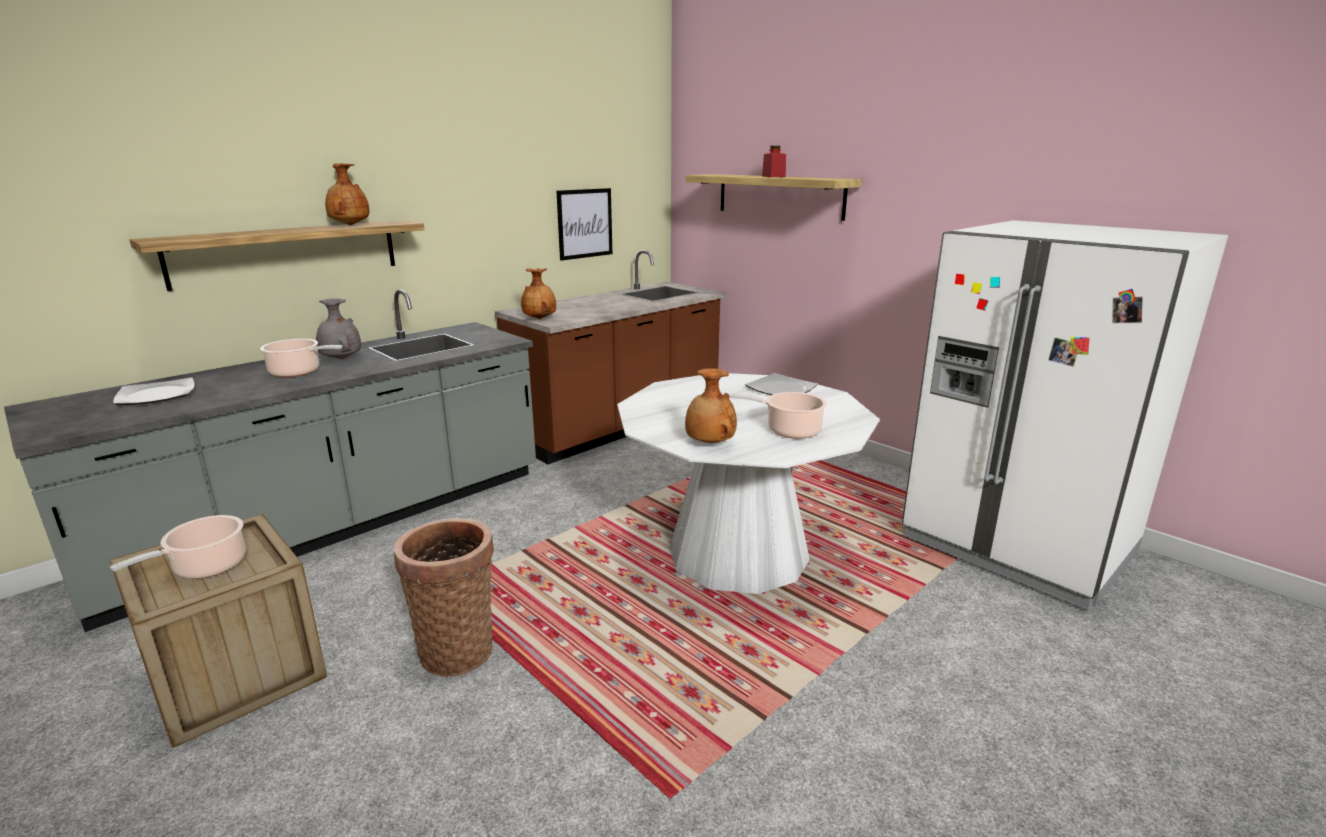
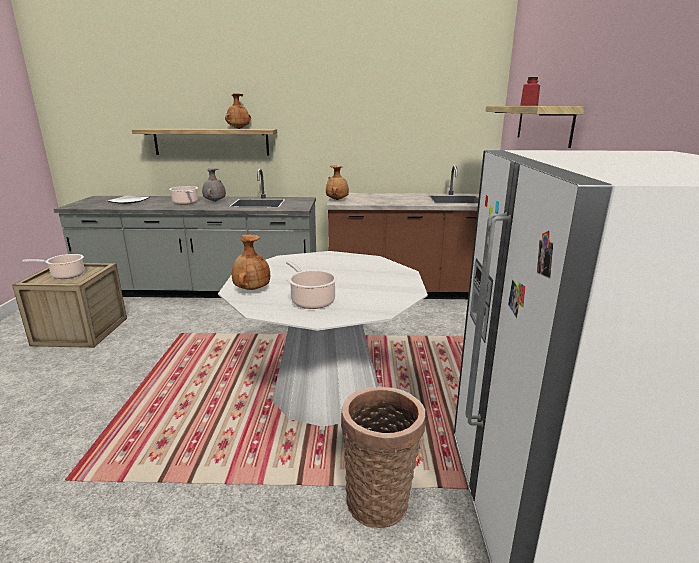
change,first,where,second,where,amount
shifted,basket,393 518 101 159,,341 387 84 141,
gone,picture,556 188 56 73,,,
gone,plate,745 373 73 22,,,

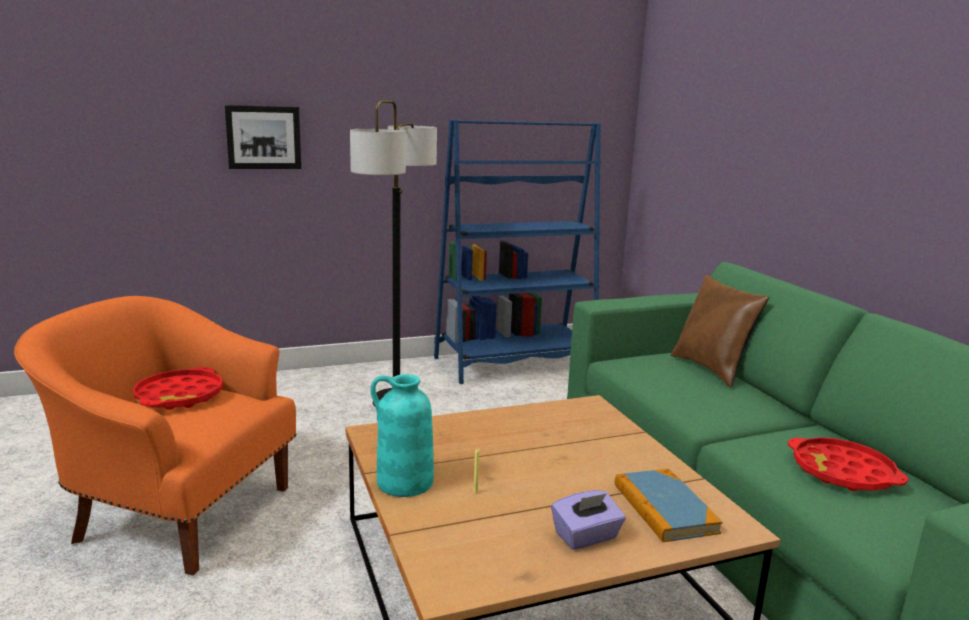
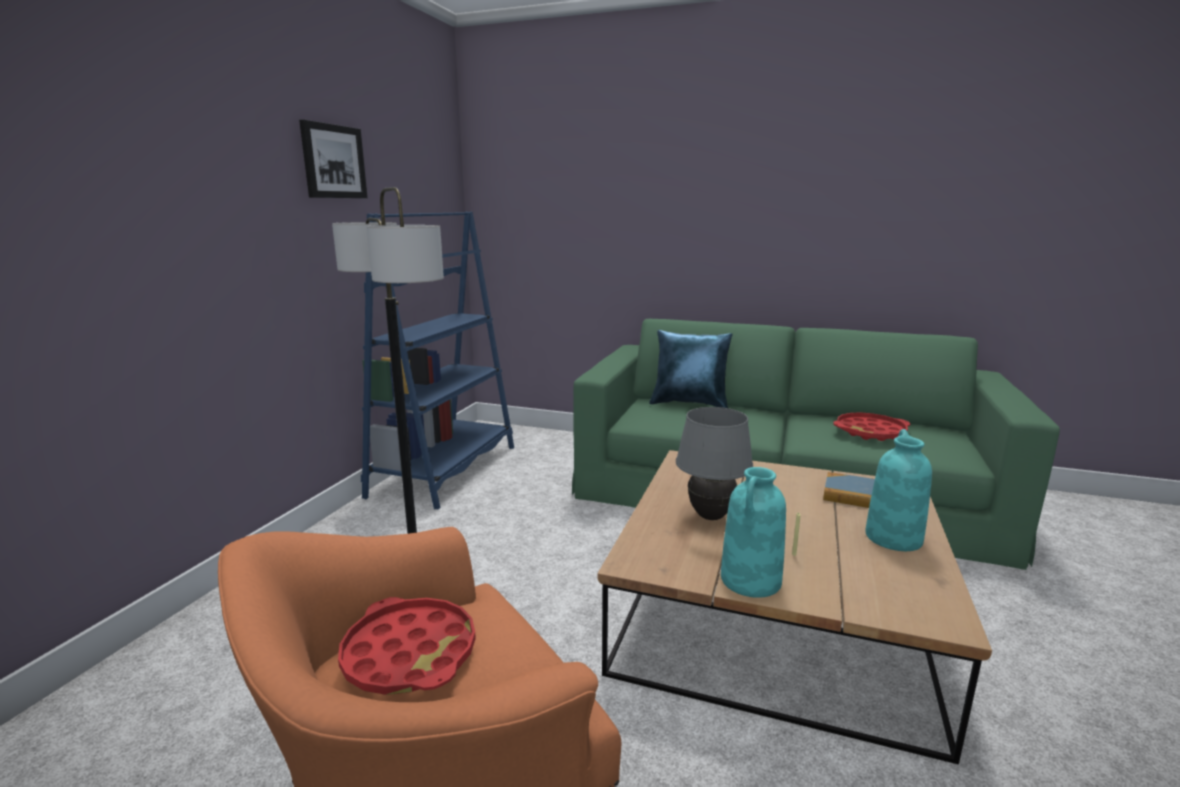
change,first,where,second,where,amount
shifted,picture,224 105 77 64,,299 120 69 78,
swapped,tissue box (purple),551 490 75 60,vase (turquoise),865 429 67 122,
repainted,pillow (brown),670 275 99 113,pillow (blue),649 330 83 78,
new,,,table lamp (grey),676 407 77 113,

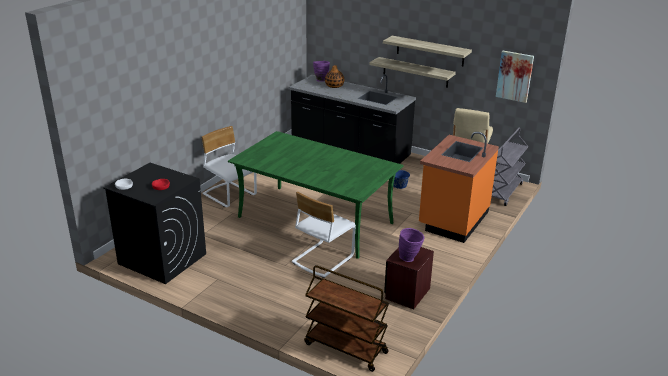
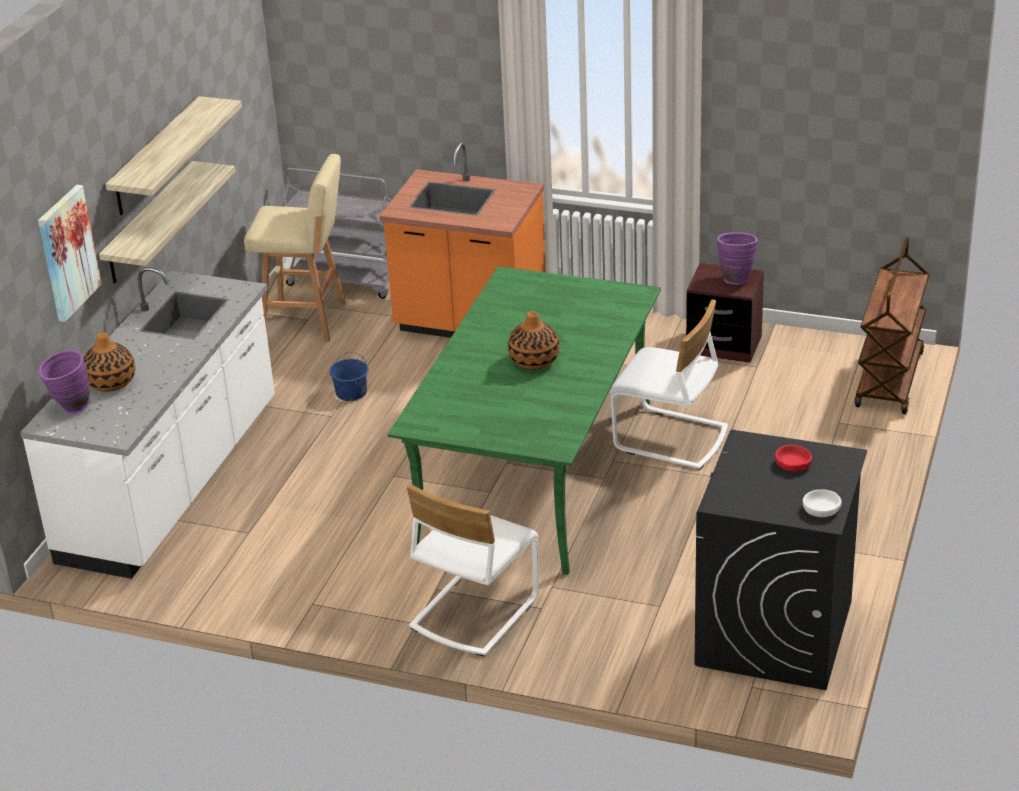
change,first,where,second,where,amount
repainted,counter (black),289 74 127 90,counter (white),20 267 255 312,
shifted,picture,496 51 38 52,,38 185 64 137,
new,,,vase,508 311 51 59,

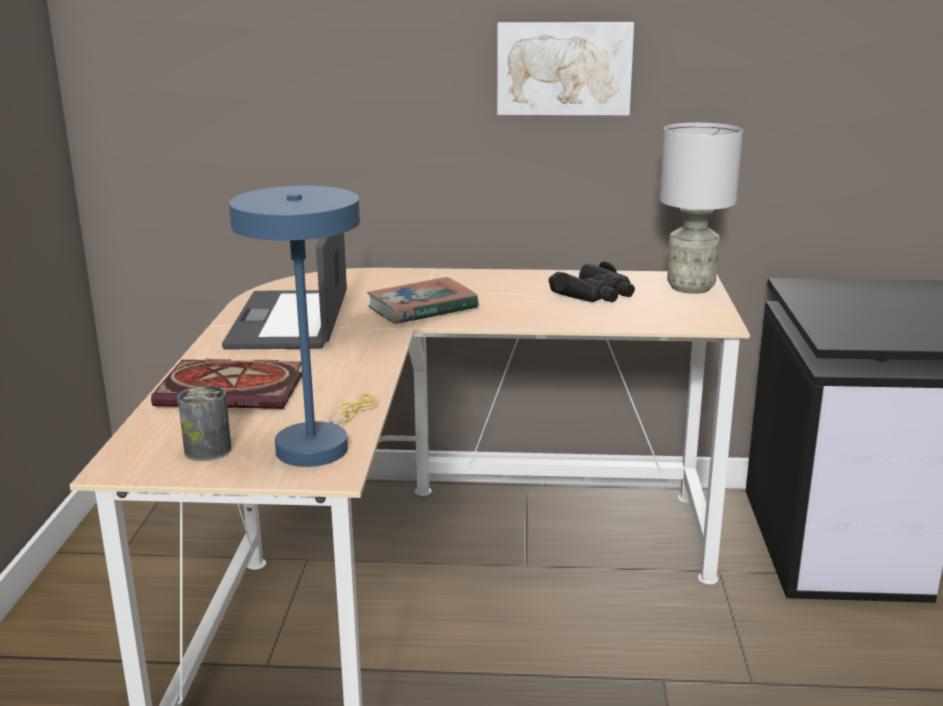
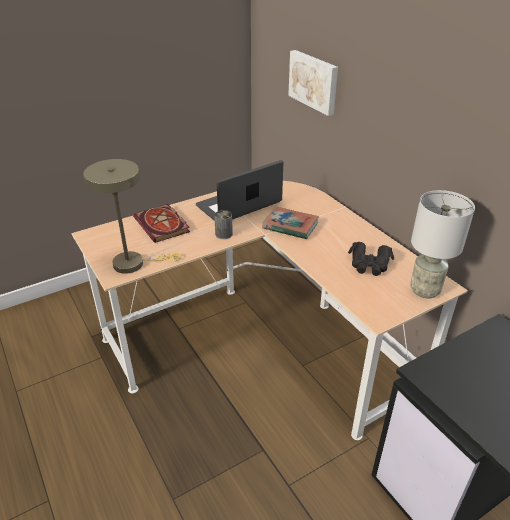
change,first,where,second,where,amount
shifted,can,178 385 54 76,,214 210 19 29,
repainted,table lamp (blue),229 186 149 281,table lamp (beige),83 159 98 115,
shifted,picture,497 22 137 93,,288 50 50 66,

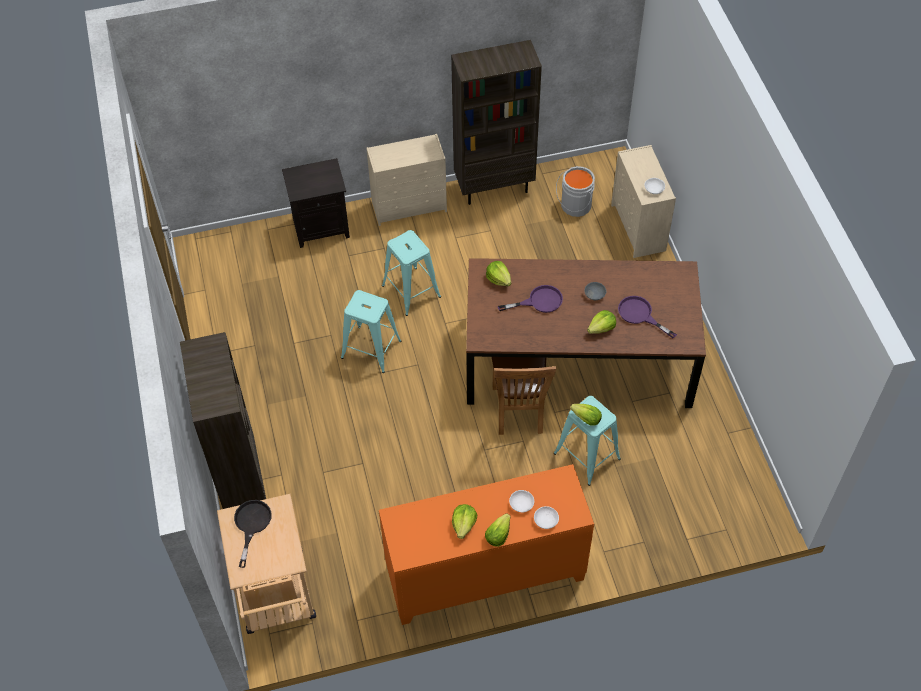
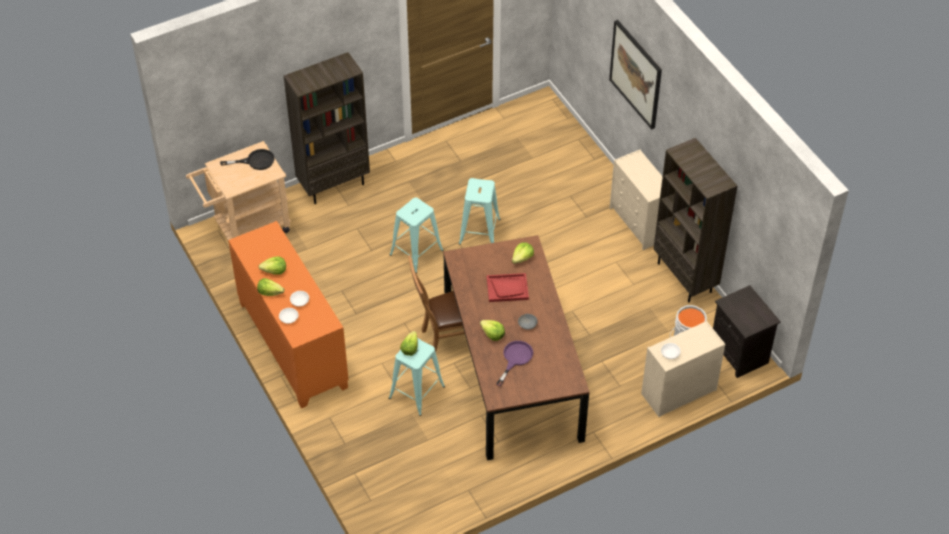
change,first,where,second,where,amount
shifted,nightstand (black),282 158 68 90,,713 285 68 93,
shifted,stool (turquoise),382 230 59 86,,390 197 53 76,
swapped,frying pan (purple),498 285 65 28,tray (red),487 273 42 29,
new,,,picture,609 20 53 109,

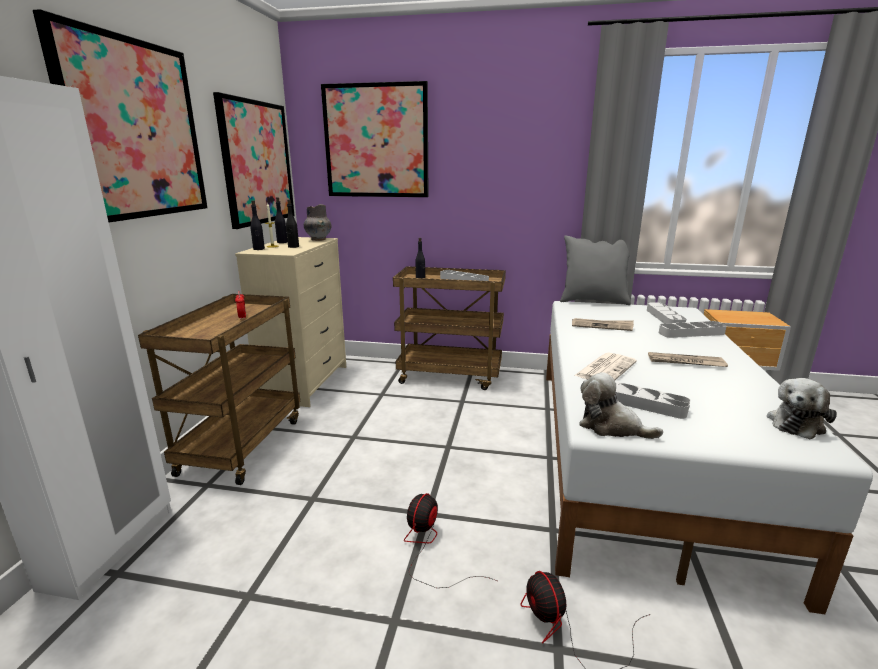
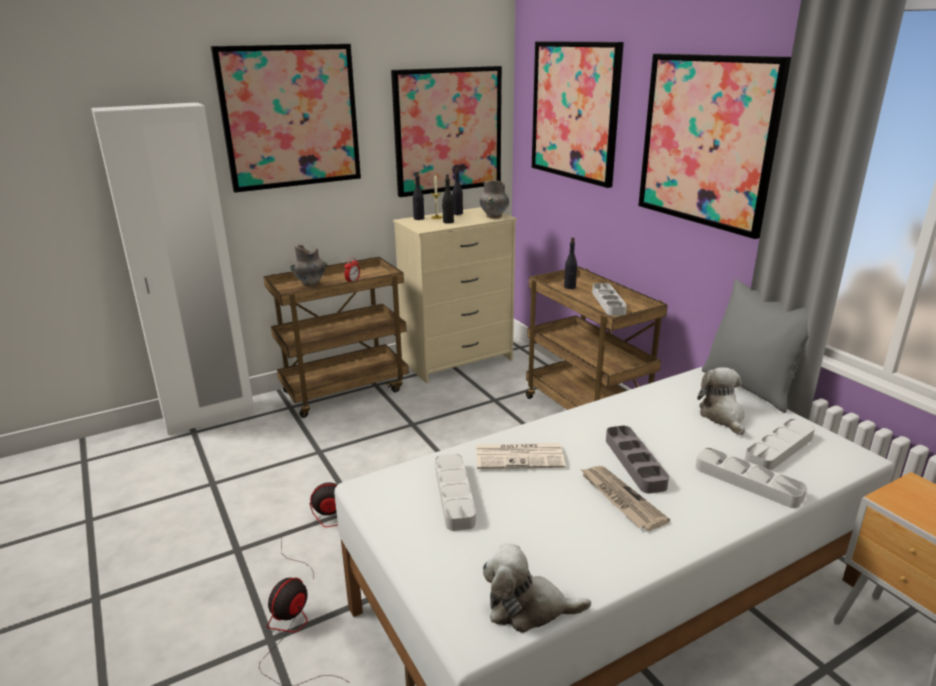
change,first,where,second,where,amount
gone,newspaper,572 318 62 13,,,
shifted,plush toy,580 372 83 67,,697 367 48 69,
new,,,vase (grey),290 245 38 42,
new,,,tray (grey),606 426 63 67,
new,,,picture,638 54 153 185,

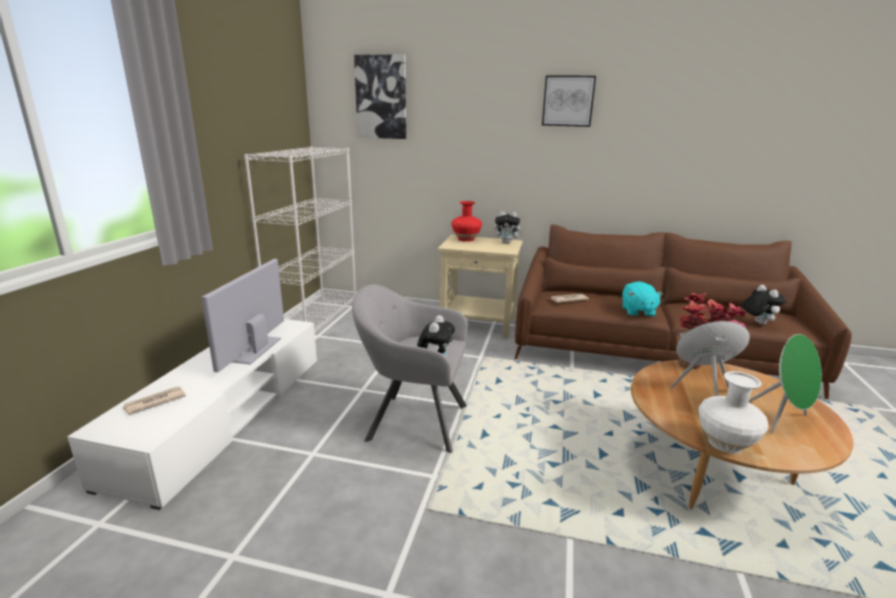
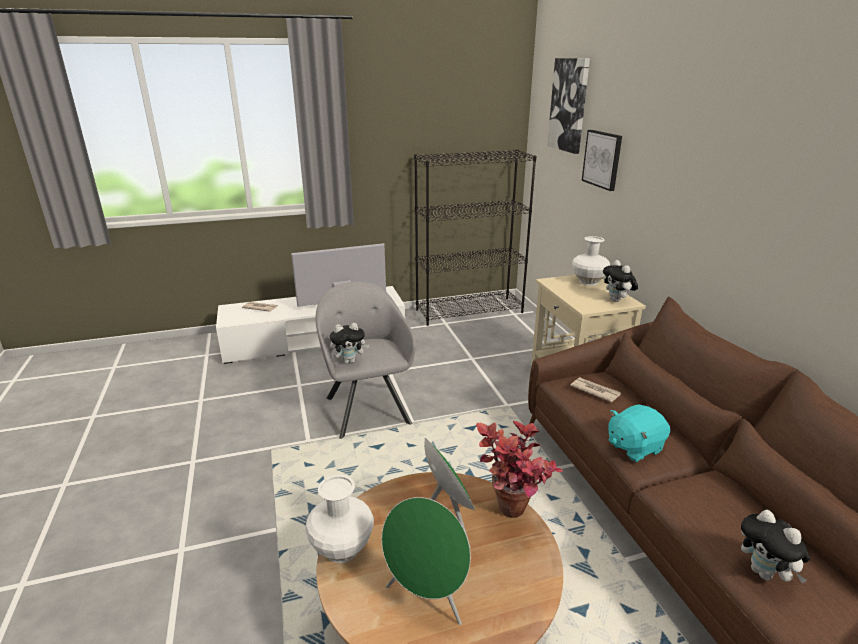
change,first,where,second,where,amount
repainted,bookcase (white),244 146 112 186,bookcase (black),414 150 122 176,
repainted,vase (red),451 201 31 41,vase (white),572 236 38 49,
shifted,picture,542 75 54 52,,582 130 40 61,
rotated,plush toy,742 285 44 40,,741 510 69 73,105 degrees clockwise

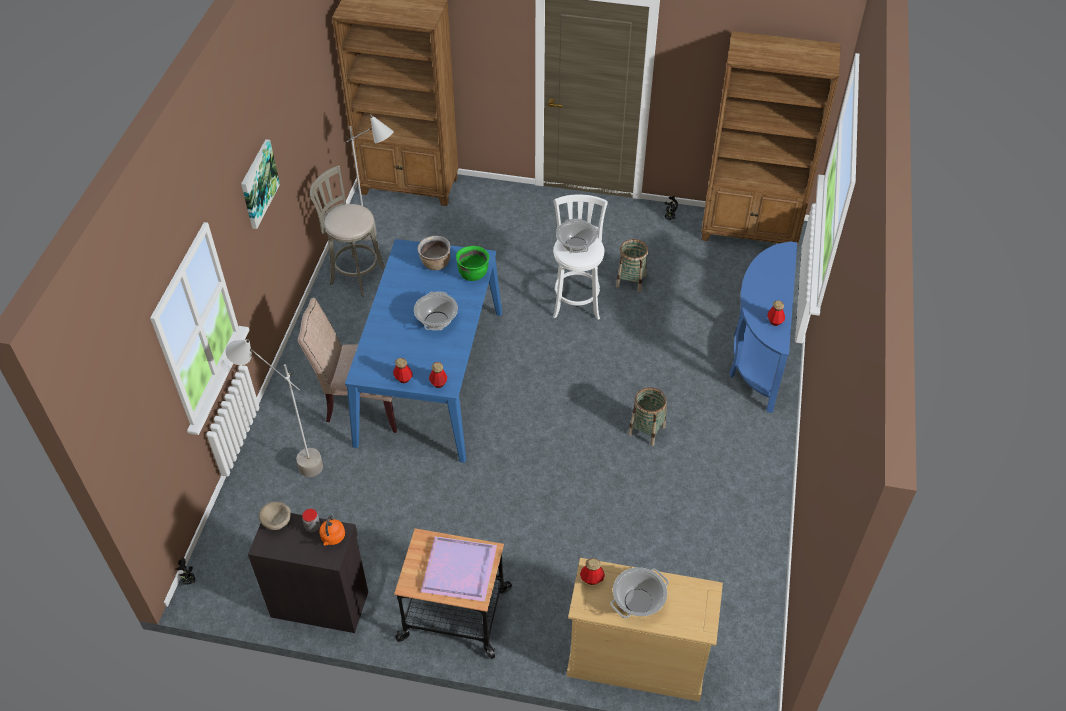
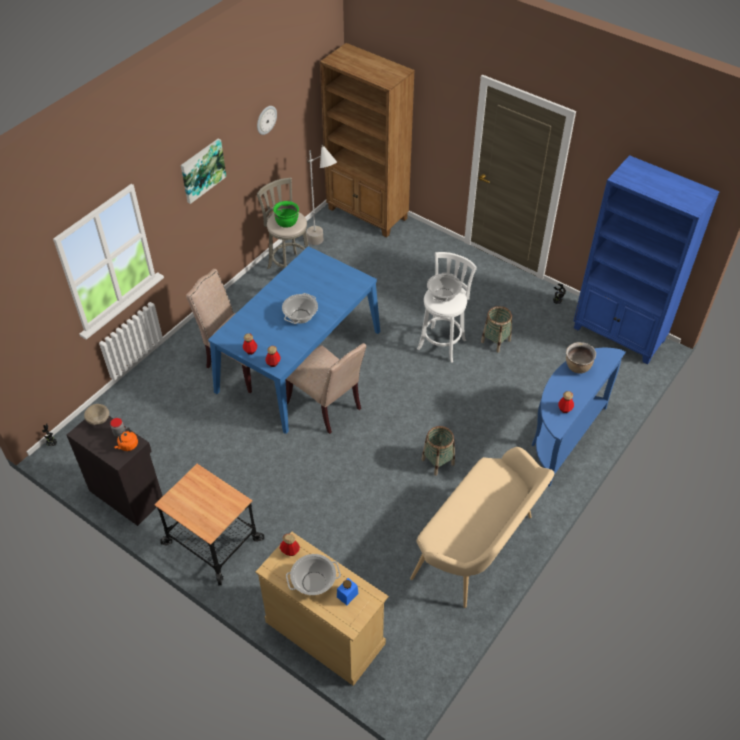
change,first,where,second,where,amount
gone,floor lamp (grey),225 339 98 138,,,
shifted,cooking pot (brown),417 236 34 34,,566 342 30 32,
gone,tray (purple),421 536 76 66,,,
shifted,cooking pot (green),456 246 33 35,,273 201 26 27,
repainted,bookcase (brown),701 31 140 215,bookcase (blue),573 155 147 209,
new,,,wall clock,257 106 20 29,
new,,,chair (beige),286 343 81 91,
new,,,jar (blue),337 578 22 27,
new,,,bench (beige),410 447 144 161,

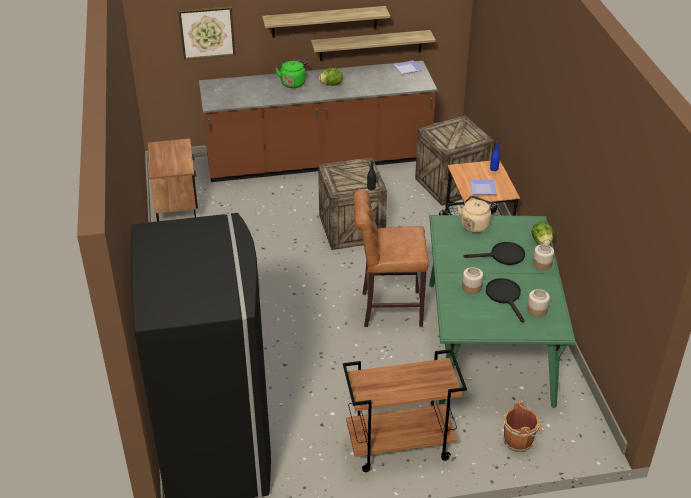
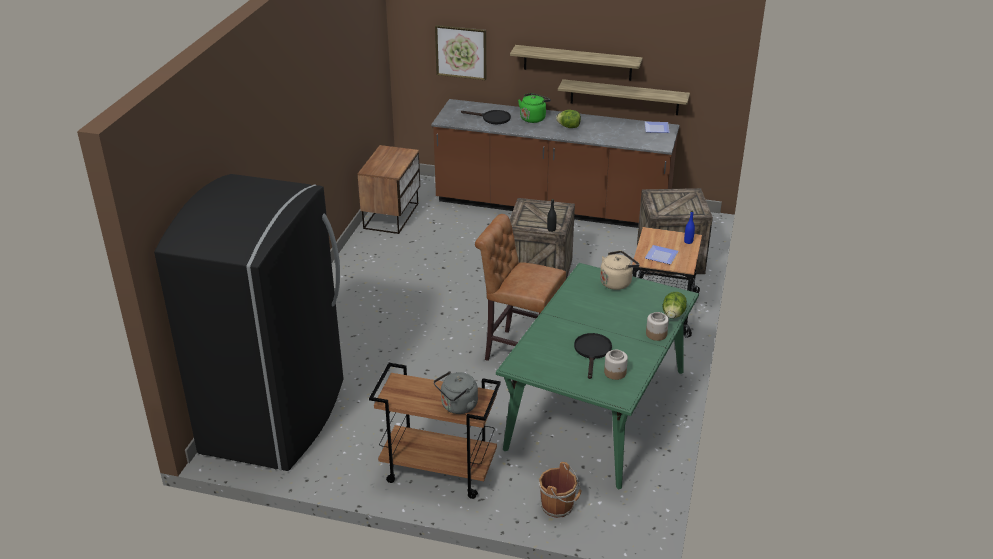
change,first,where,second,where,amount
gone,jar,462 267 21 27,,,
shifted,frying pan (black),464 242 61 23,,461 110 50 14,
new,,,kettle (grey),434 371 44 43,

